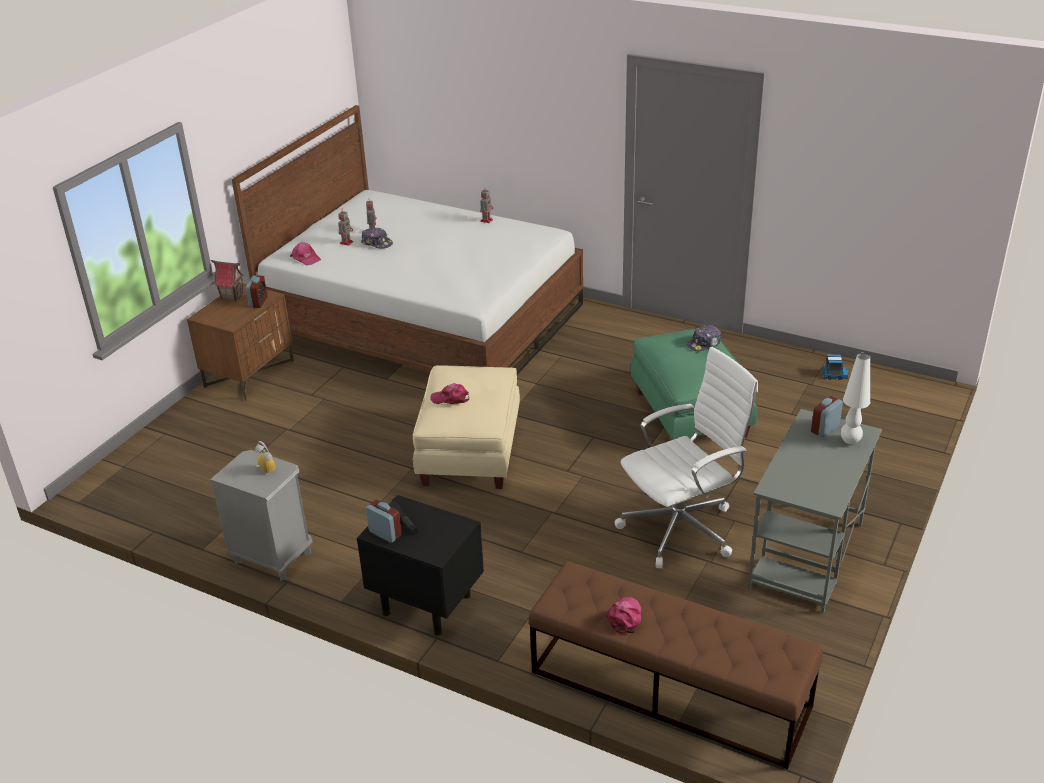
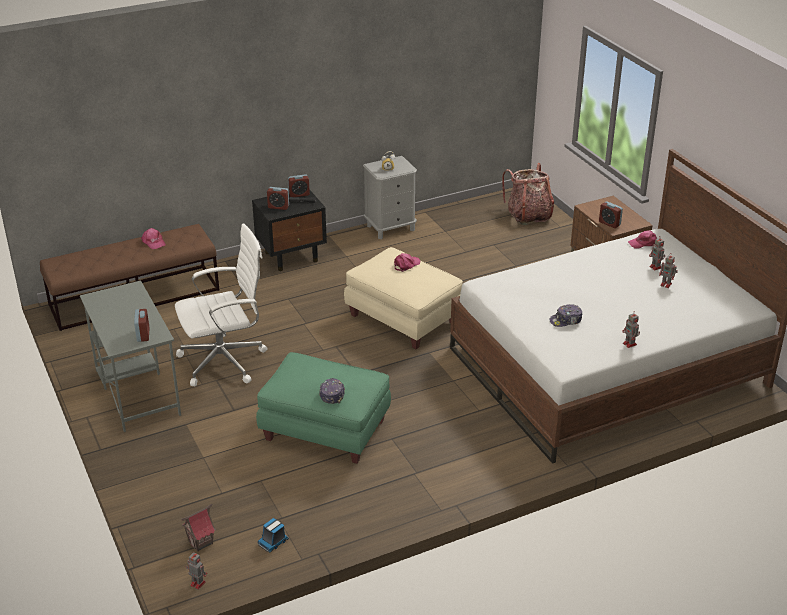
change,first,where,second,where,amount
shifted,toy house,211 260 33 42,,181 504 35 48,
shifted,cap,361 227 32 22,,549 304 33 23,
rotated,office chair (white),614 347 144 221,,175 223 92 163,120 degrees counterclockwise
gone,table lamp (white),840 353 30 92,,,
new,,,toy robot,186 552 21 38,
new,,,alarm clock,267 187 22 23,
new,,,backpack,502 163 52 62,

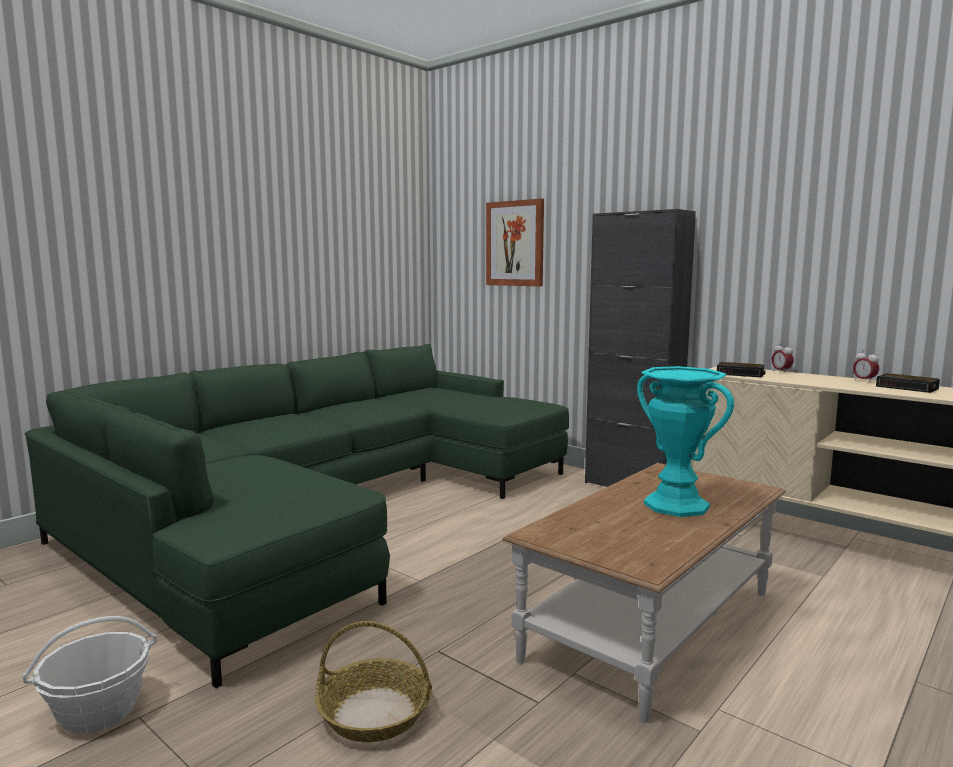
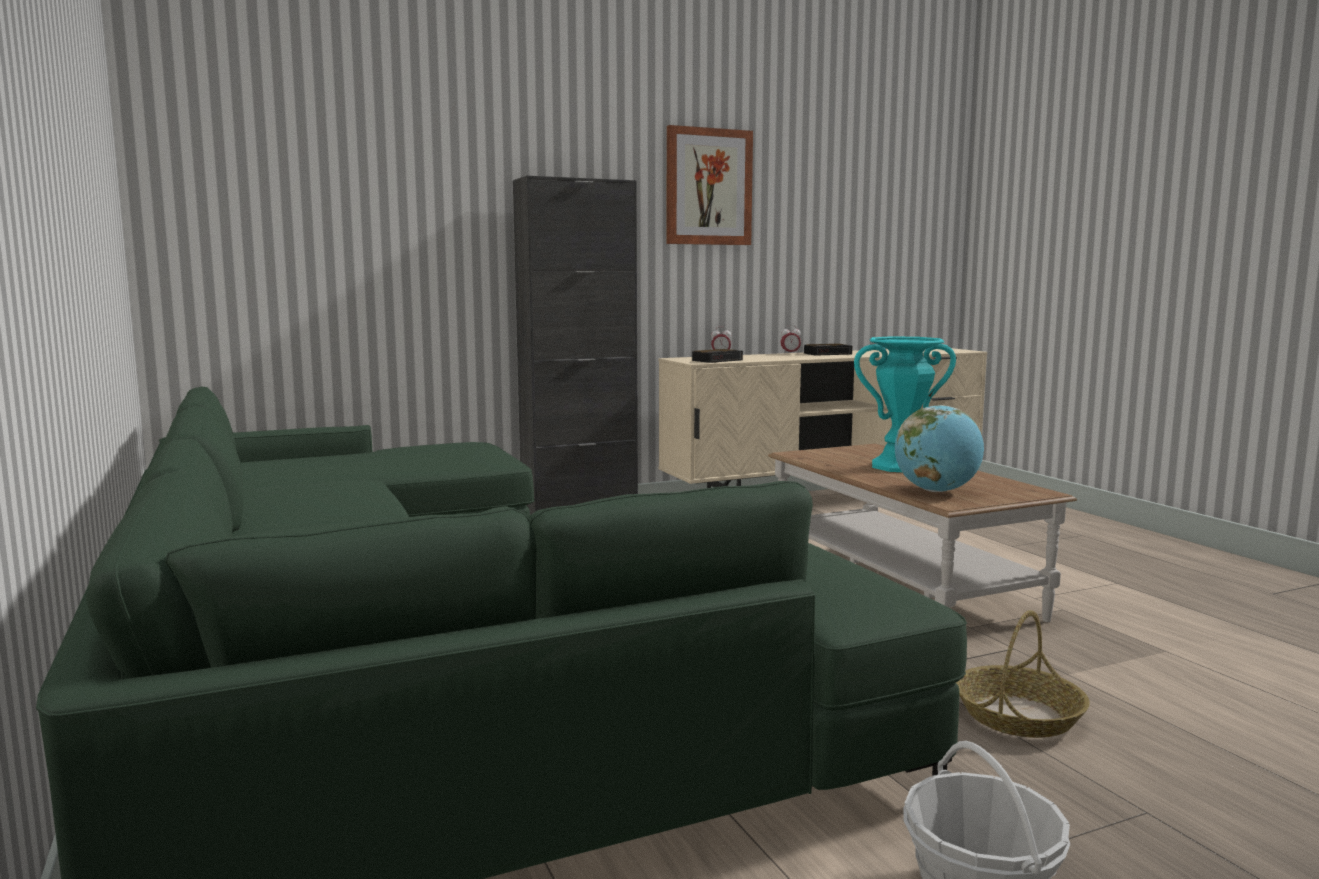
change,first,where,second,where,amount
shifted,picture,486 199 58 87,,667 125 86 120,
new,,,globe,895 405 89 87,

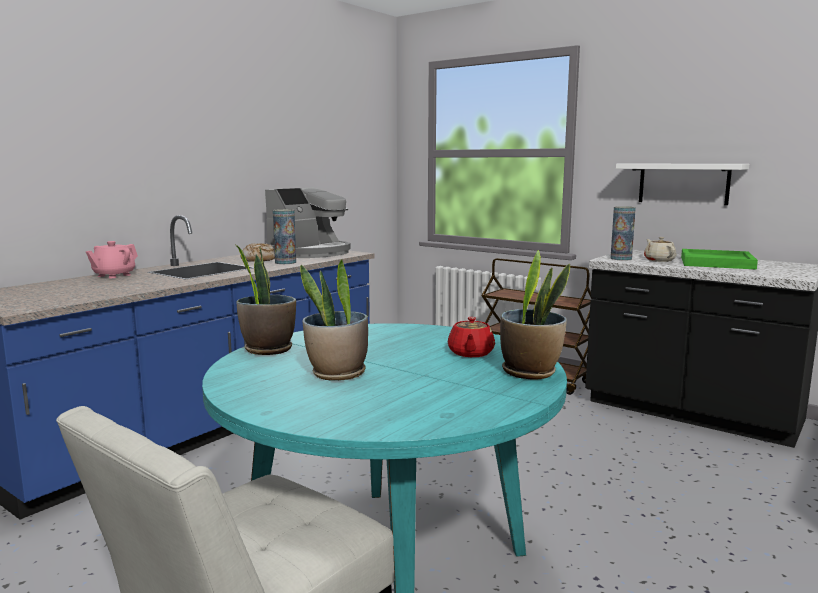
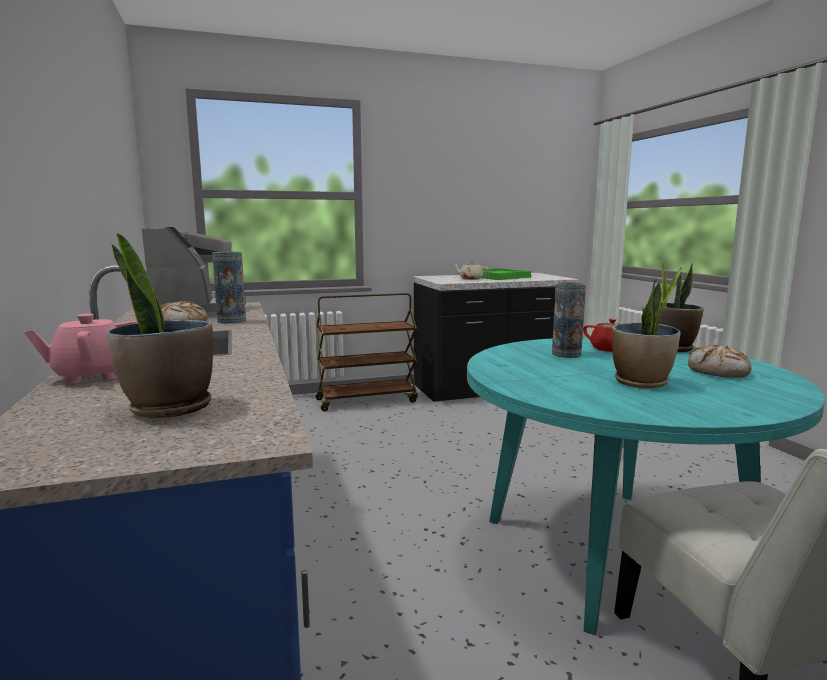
change,first,where,second,where,amount
rotated,teapot (pink),86 241 52 37,,24 314 113 70,90 degrees clockwise
shifted,potted plant,236 245 60 110,,107 233 106 185,
shifted,vase,611 206 25 55,,552 282 34 76,
gone,shelf (white),616 164 133 41,,,
new,,,bread,688 345 64 33,

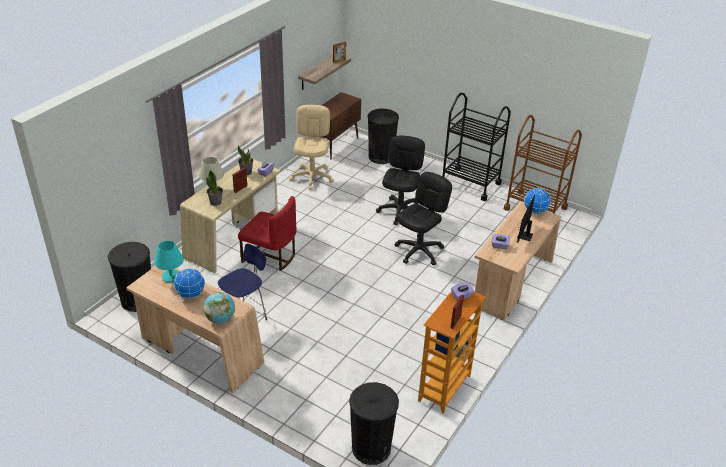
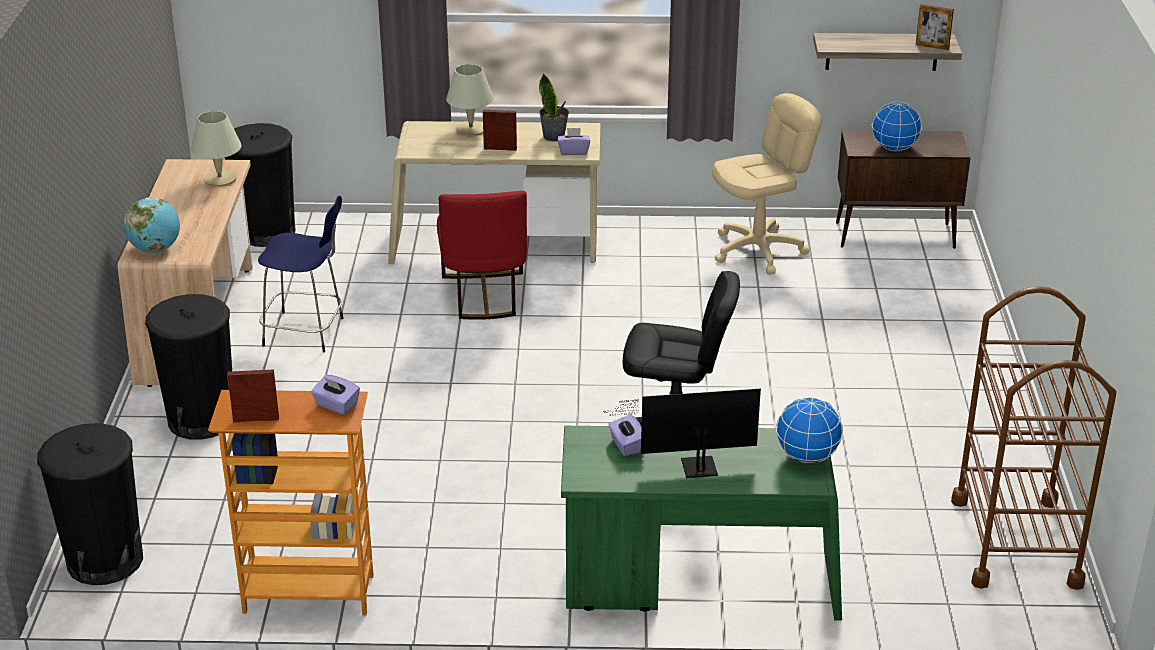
change,first,where,second,where,amount
repainted,table lamp (turquoise),154 241 30 42,table lamp (beige),191 111 50 76,
shifted,globe,174 269 31 29,,872 102 50 49,
gone,potted plant,206 170 17 36,,,
shifted,trash can (black),368 109 31 55,,145 294 87 146,
gone,office chair (black),376 136 49 89,,,
gone,cart (black),442 93 69 108,,,
repainted,desk (beige),474 202 87 118,desk (green),561 426 281 195,

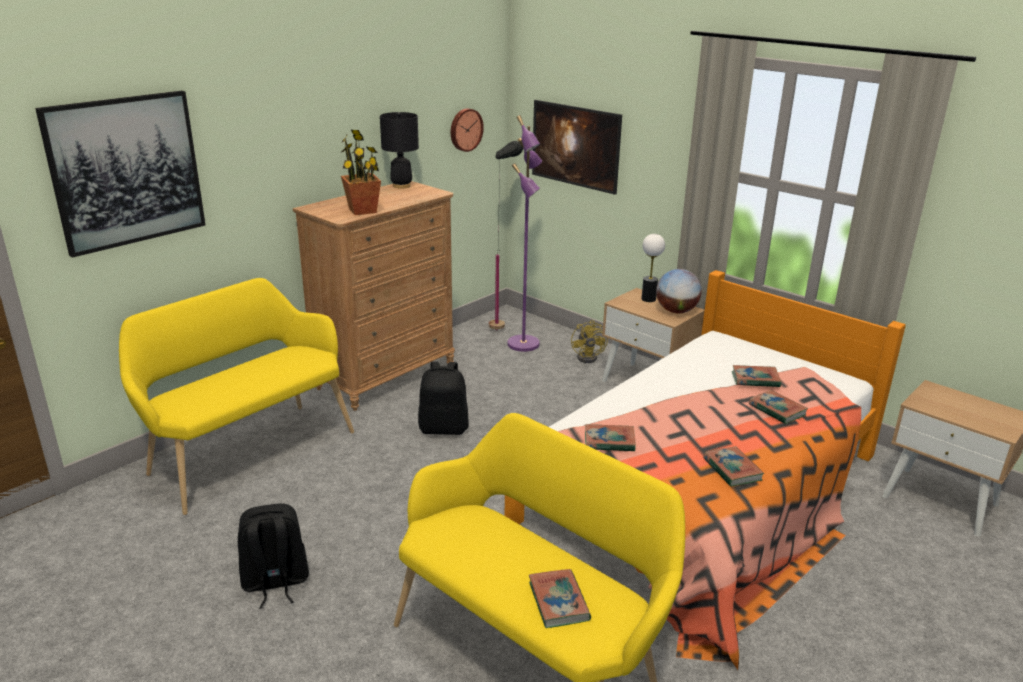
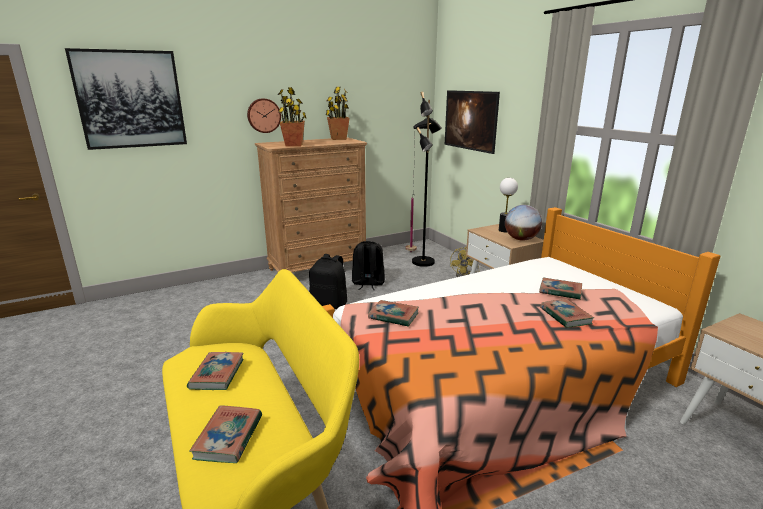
change,first,where,second,where,amount
gone,bench (yellow),119 278 235 237,,,
shifted,backpack (black),238 503 71 106,,352 241 33 49,
swapped,table lamp (black),380 112 39 77,potted plant,326 87 24 53,
shifted,wall clock,451 108 33 44,,247 98 34 35,
repainted,floor lamp (purple),508 115 34 237,floor lamp (black),412 91 30 176,
shifted,book,703 446 61 41,,187 352 57 38,

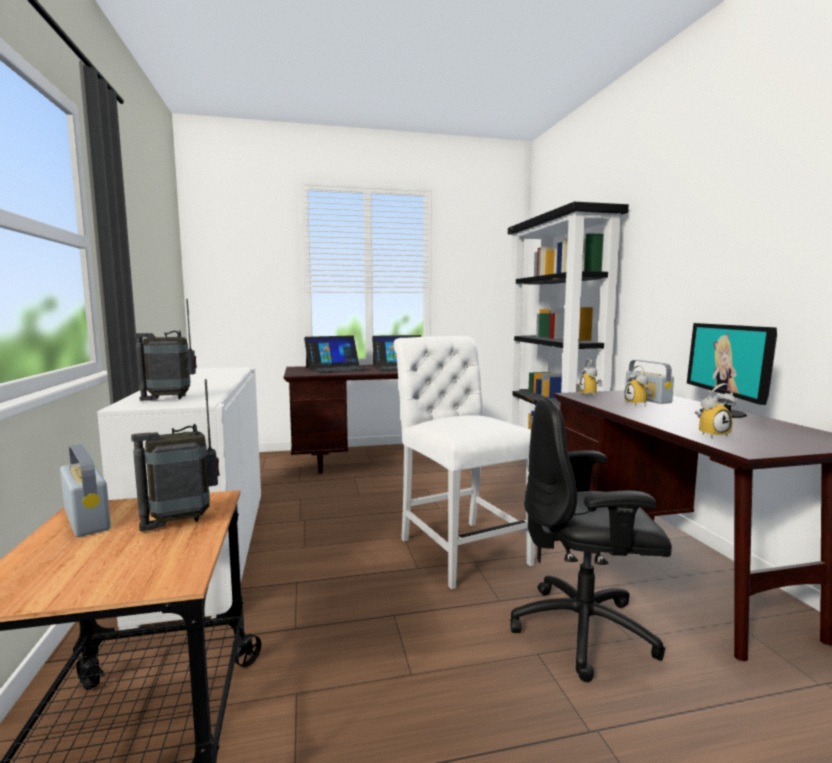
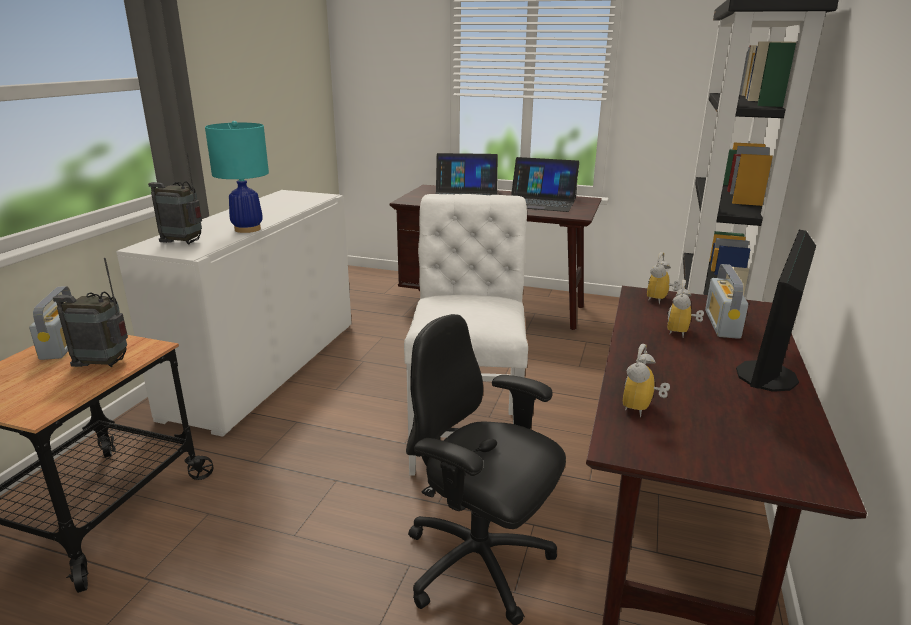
change,first,where,second,where,amount
rotated,alarm clock,694 383 42 55,,623 344 47 73,105 degrees clockwise
new,,,table lamp (turquoise),205 121 64 112,

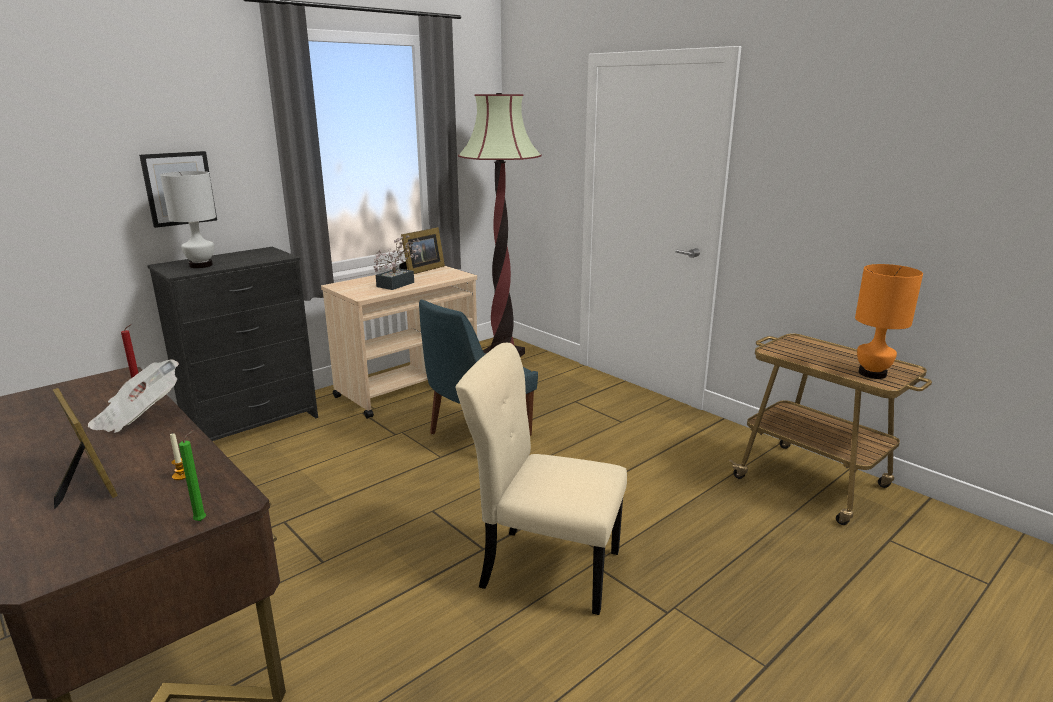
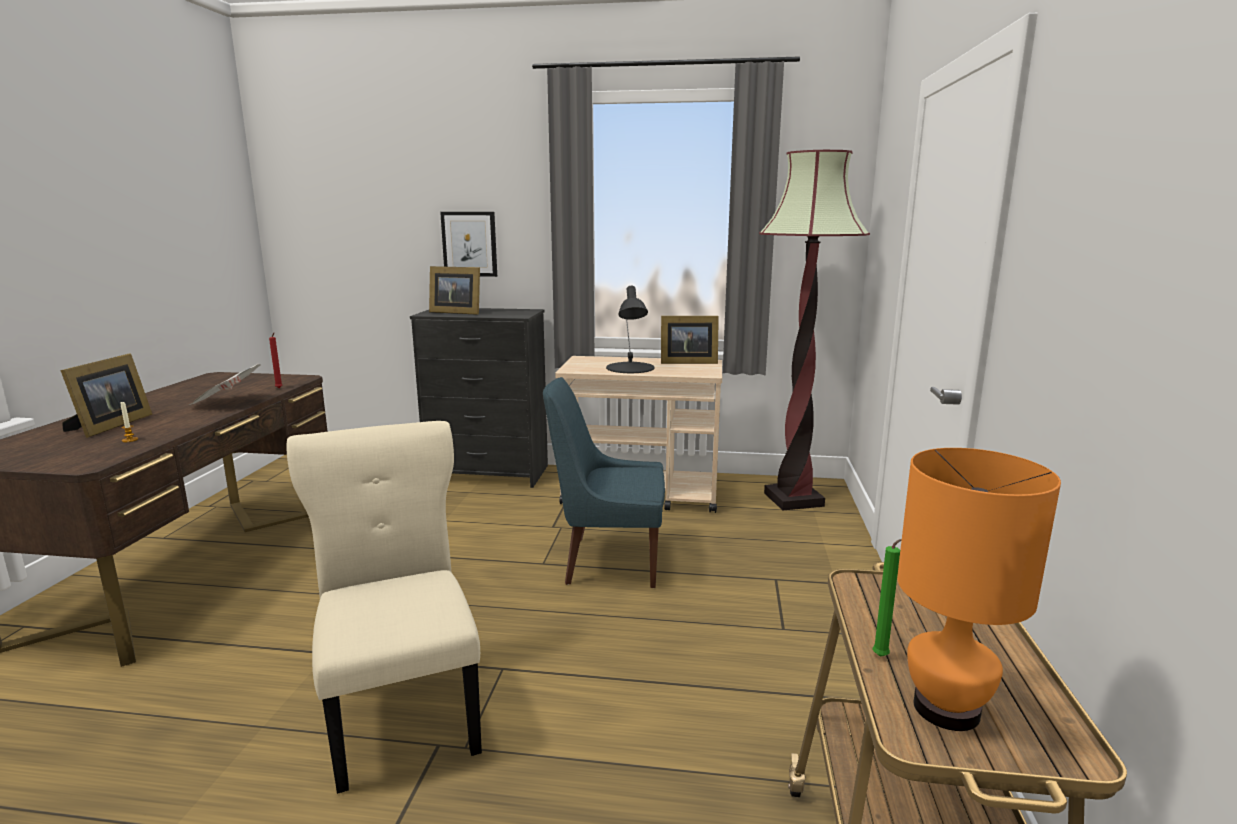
change,first,where,second,where,amount
swapped,table lamp (white),160 171 56 97,picture frame,429 266 51 49,
shifted,candle (green),179 430 27 91,,873 539 29 118,
swapped,potted plant,374 235 48 55,table lamp (black),606 286 48 87,

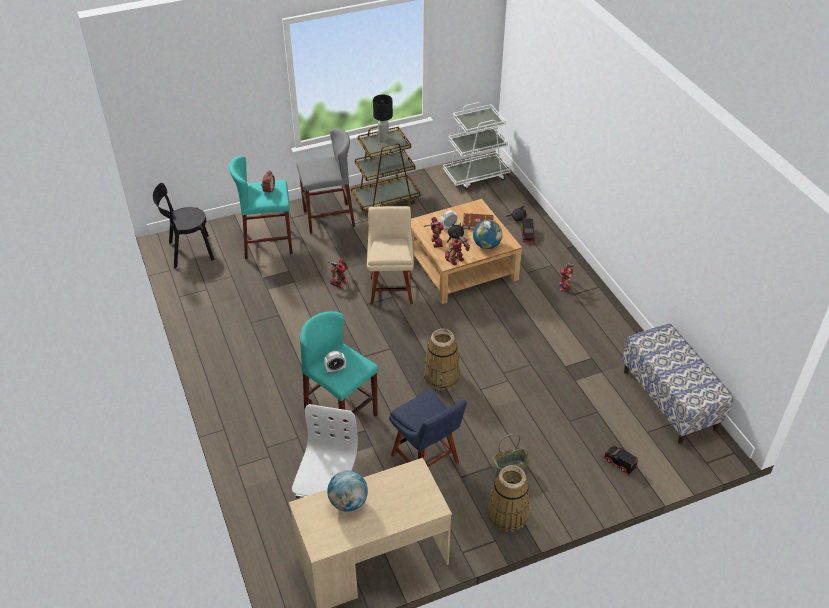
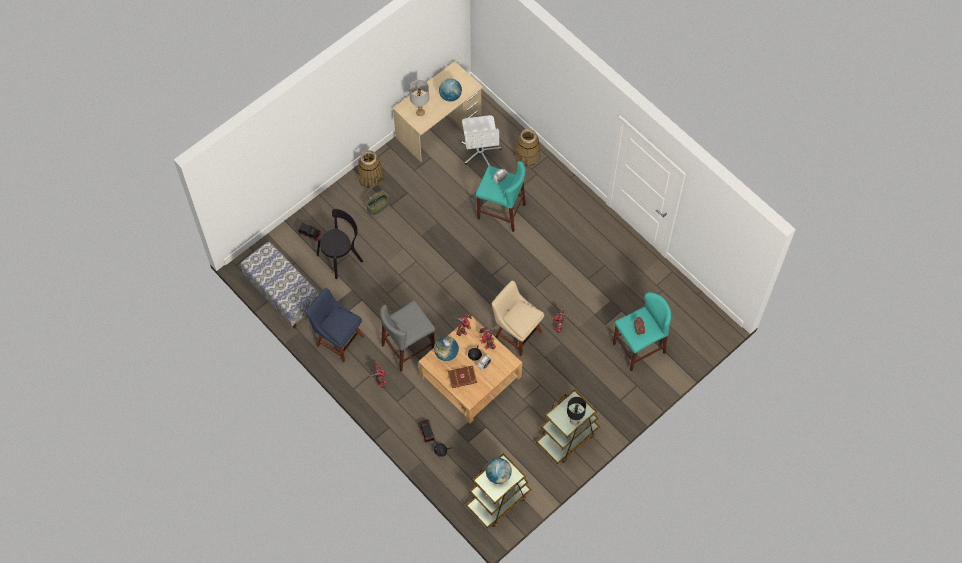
change,first,where,second,where,amount
shifted,chair (black),153 183 61 85,,317 209 46 70,
shifted,stool (grey),297 128 58 106,,380 301 55 71,
rotated,chair (beige),367 206 47 99,,492 280 52 76,150 degrees clockwise
shifted,chair (blue),389 390 78 77,,306 288 58 75,
shifted,basket,424 329 36 61,,515 129 25 38,
repainted,cart (white),443 102 68 87,cart (brown),466 453 65 76,
new,,,table lamp (grey),409 80 20 36,
new,,,globe,486 458 26 26,

